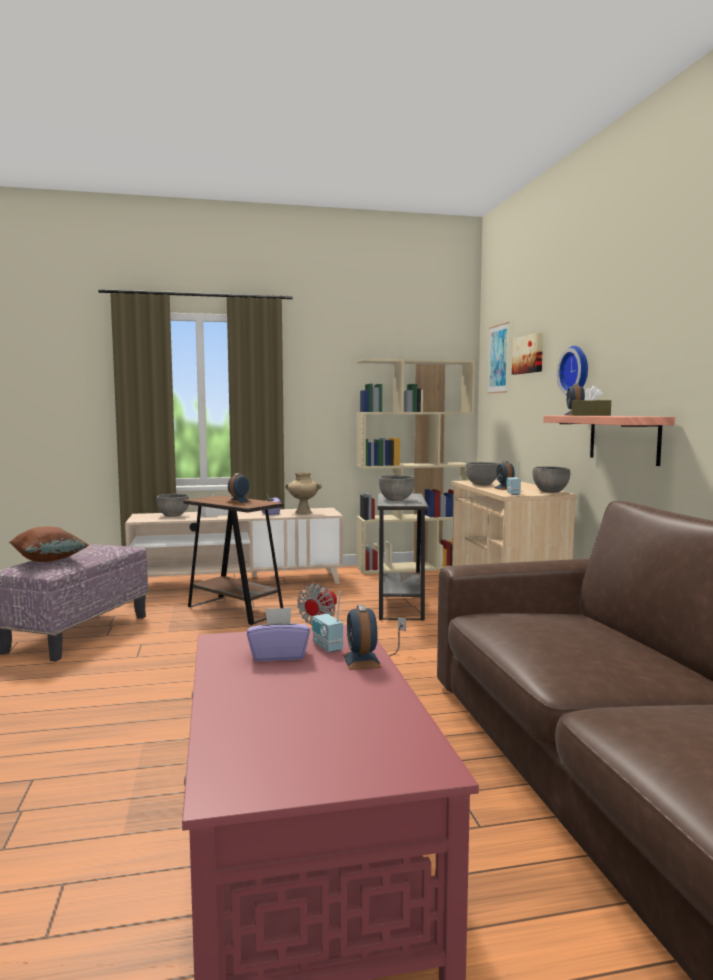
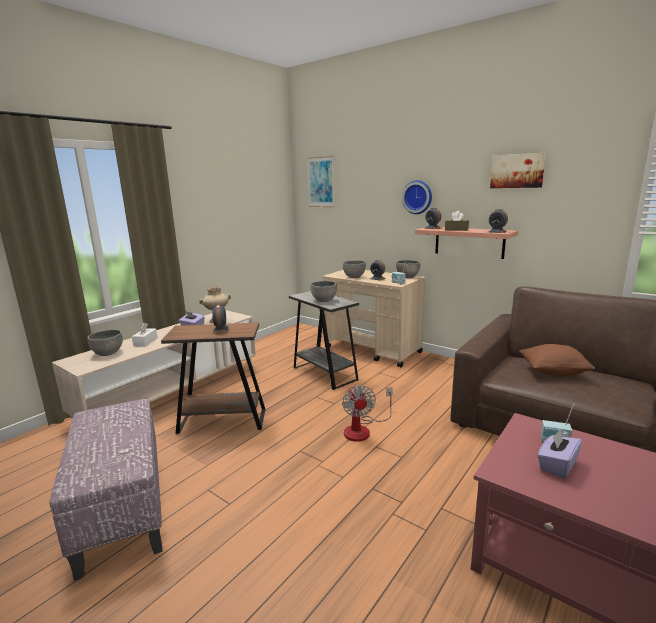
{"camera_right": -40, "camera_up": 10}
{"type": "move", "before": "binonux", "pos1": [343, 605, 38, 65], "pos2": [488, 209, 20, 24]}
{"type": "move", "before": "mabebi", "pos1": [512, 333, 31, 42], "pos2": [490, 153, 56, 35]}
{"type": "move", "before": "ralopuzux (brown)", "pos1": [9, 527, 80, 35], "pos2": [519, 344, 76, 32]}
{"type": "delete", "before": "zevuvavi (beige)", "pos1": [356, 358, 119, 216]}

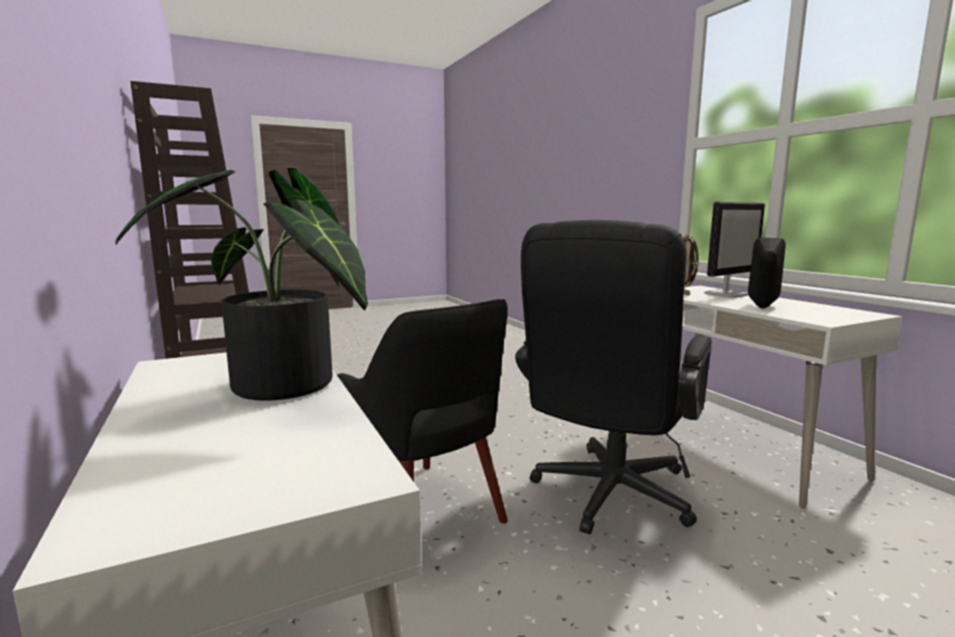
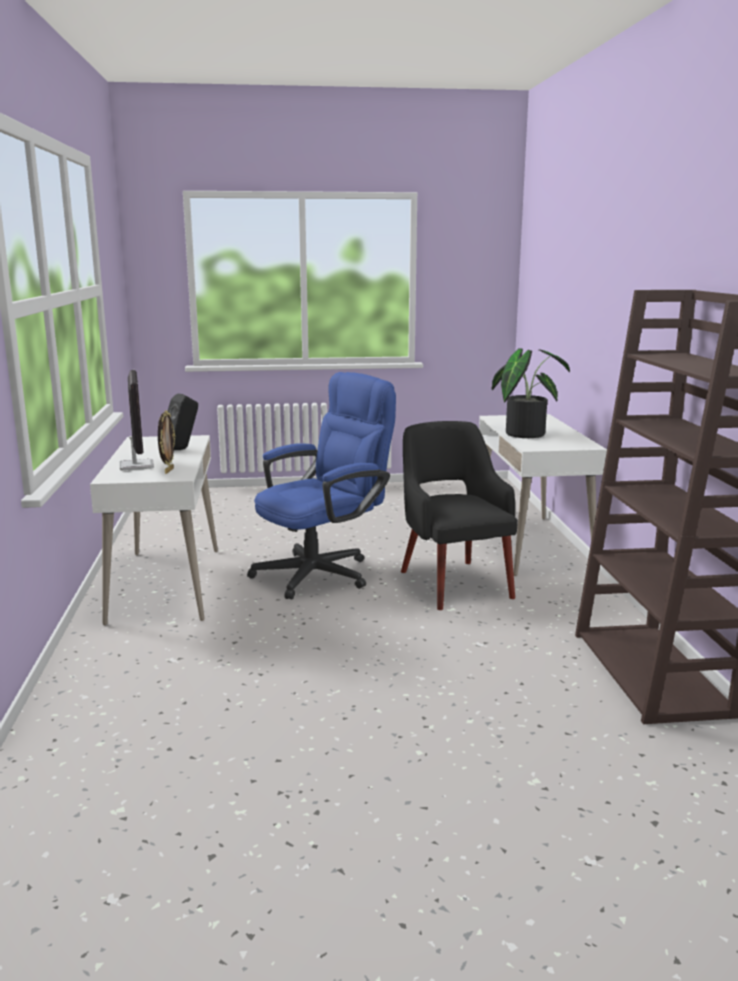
{"camera_right": -160, "camera_up": 5}
{"type": "rotate", "before": "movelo", "pos1": [704, 202, 61, 96], "pos2": [120, 370, 34, 101], "turn": 90}
{"type": "recolor", "before": "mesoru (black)", "after": "mesoru (blue)", "pos1": [515, 220, 197, 315], "pos2": [247, 372, 149, 228]}

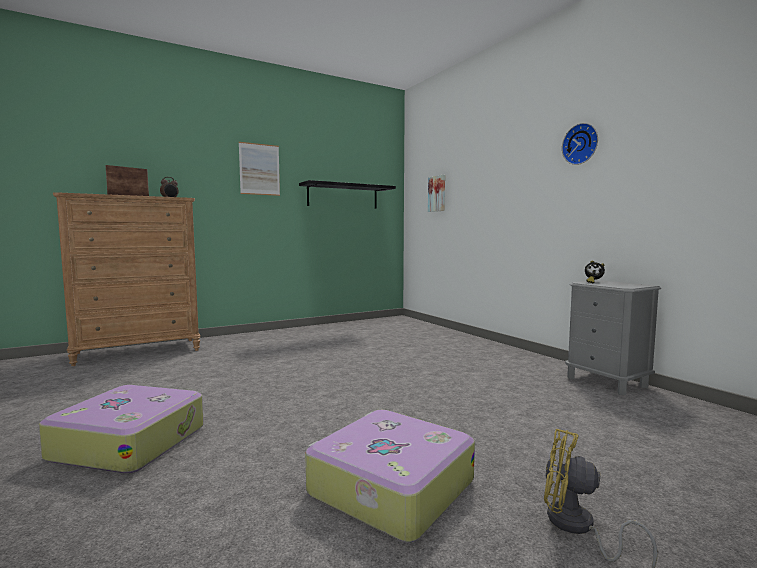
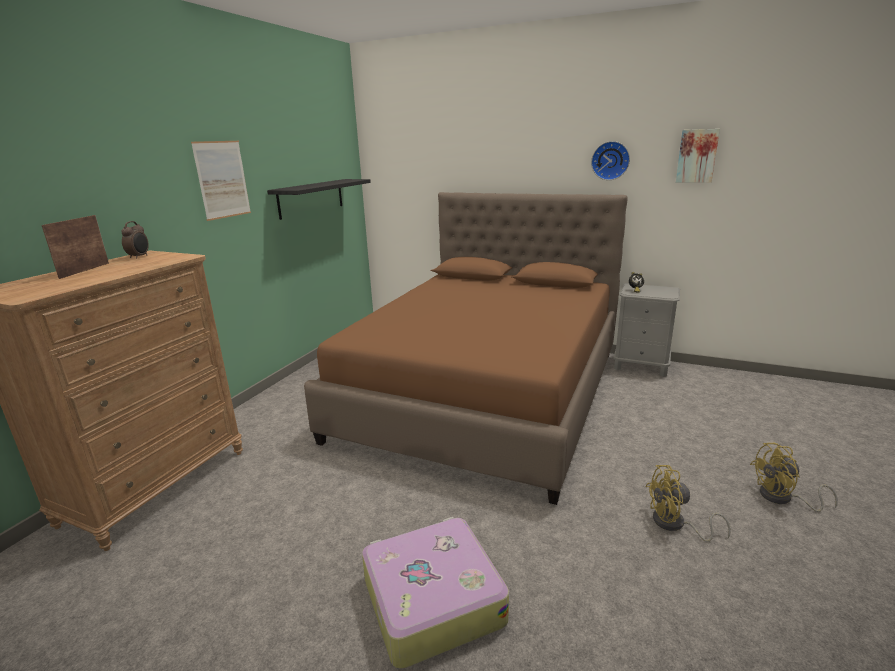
{"camera_right": -35, "camera_up": 15}
{"type": "insert", "after": "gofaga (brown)", "pos2": [304, 192, 324, 313]}
{"type": "replace", "before": "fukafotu", "after": "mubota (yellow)", "pos1": [305, 410, 170, 132], "pos2": [645, 465, 86, 77]}
{"type": "move", "before": "mabebi", "pos1": [428, 175, 17, 37], "pos2": [676, 129, 44, 54]}

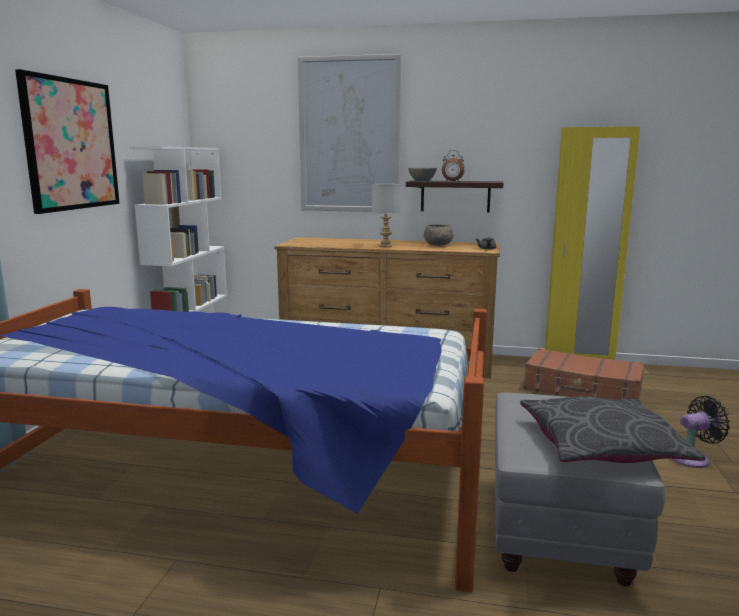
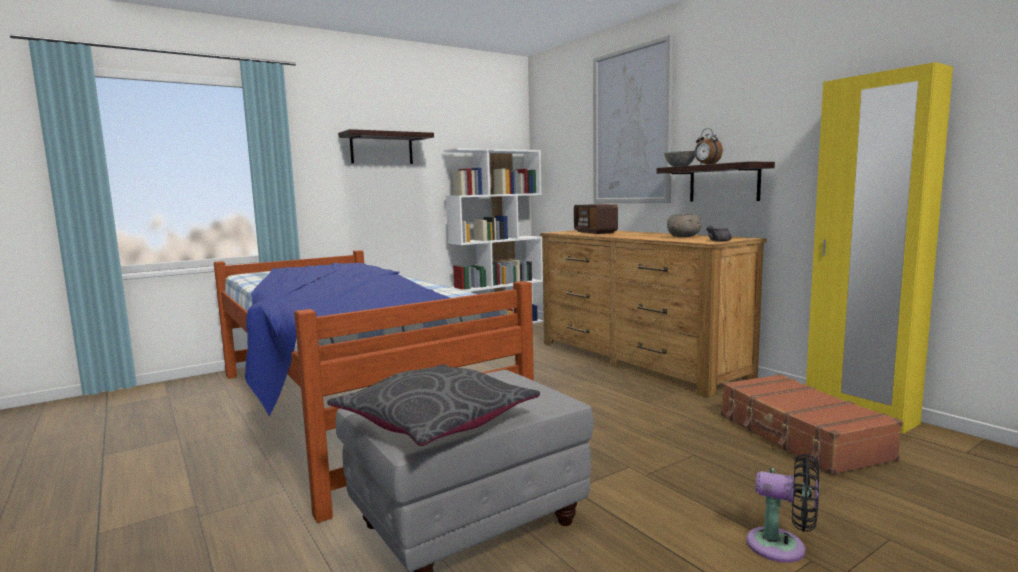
{"camera_right": 45, "camera_up": -5}
{"type": "replace", "before": "mabebi", "after": "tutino", "pos1": [15, 69, 105, 145], "pos2": [338, 129, 96, 35]}
{"type": "insert", "after": "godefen", "pos2": [574, 204, 44, 30]}
{"type": "delete", "before": "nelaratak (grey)", "pos1": [372, 184, 28, 63]}

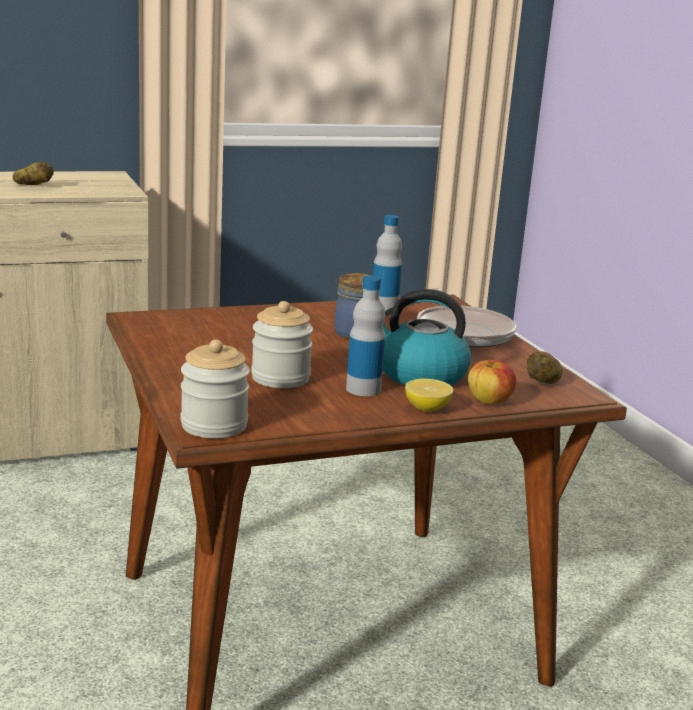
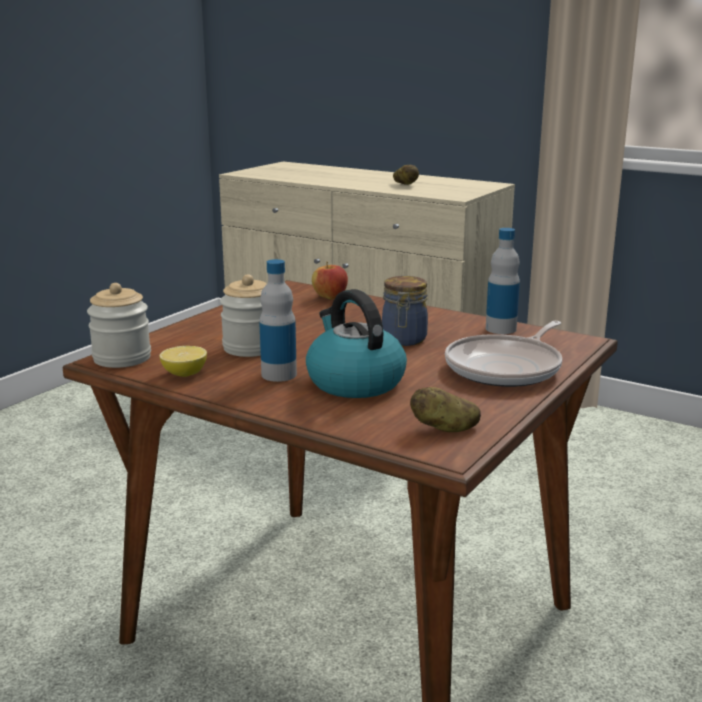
{"camera_right": 55, "camera_up": 0}
{"type": "move", "before": "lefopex", "pos1": [405, 379, 49, 33], "pos2": [159, 346, 48, 31]}
{"type": "move", "before": "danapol", "pos1": [468, 358, 48, 46], "pos2": [312, 262, 36, 37]}

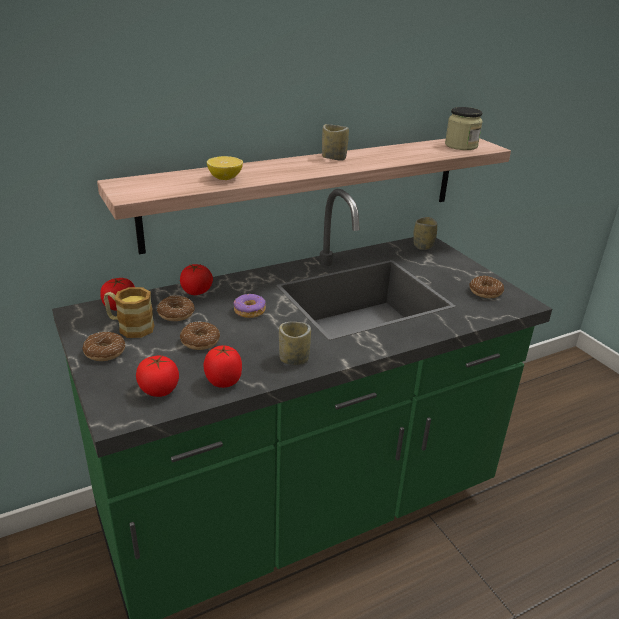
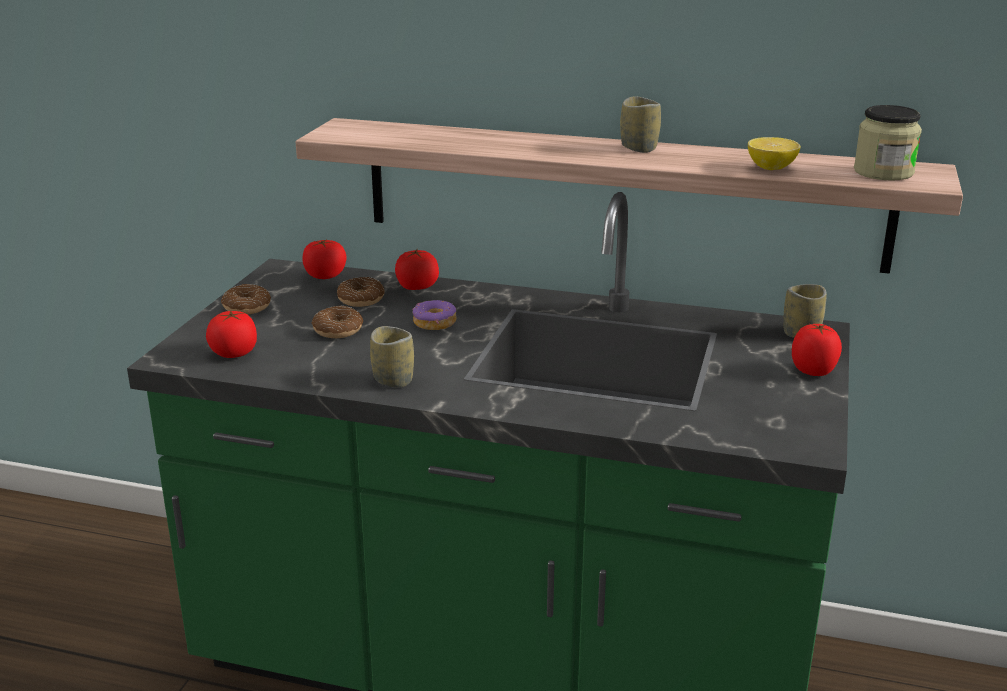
{"camera_right": 45, "camera_up": -5}
{"type": "move", "before": "lefopex", "pos1": [207, 156, 36, 24], "pos2": [748, 137, 53, 33]}
{"type": "move", "before": "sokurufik", "pos1": [203, 345, 39, 43], "pos2": [792, 324, 50, 52]}
{"type": "delete", "before": "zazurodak", "pos1": [104, 287, 50, 51]}
{"type": "delete", "before": "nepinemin", "pos1": [469, 276, 35, 22]}

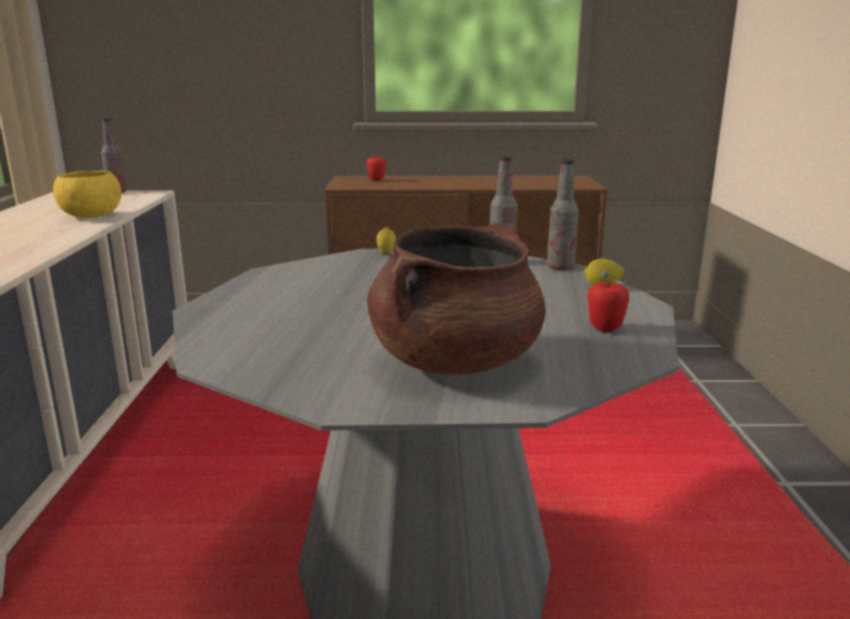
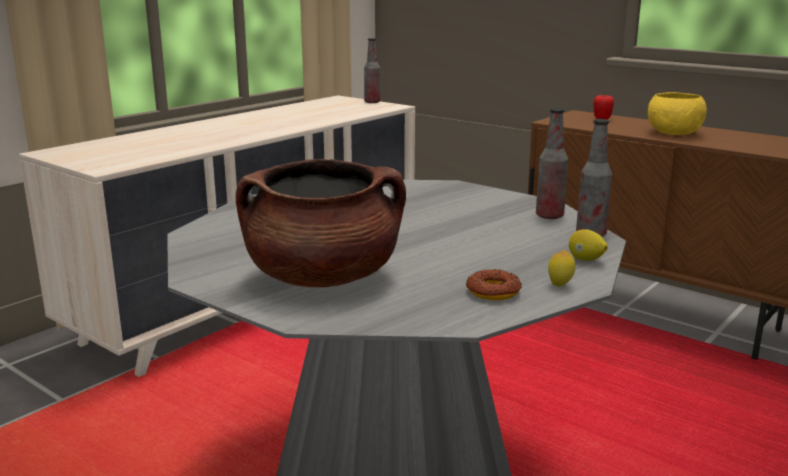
{"camera_right": 40, "camera_up": 0}
{"type": "replace", "before": "danapol", "after": "nepinemin", "pos1": [587, 281, 42, 51], "pos2": [466, 269, 56, 31]}
{"type": "move", "before": "lefopex", "pos1": [376, 227, 20, 27], "pos2": [548, 250, 28, 36]}
{"type": "move", "before": "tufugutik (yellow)", "pos1": [53, 171, 68, 47], "pos2": [648, 92, 59, 43]}

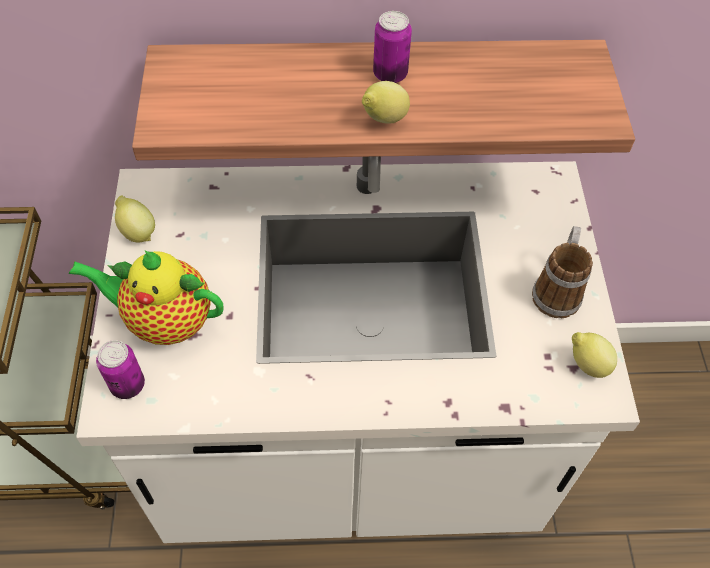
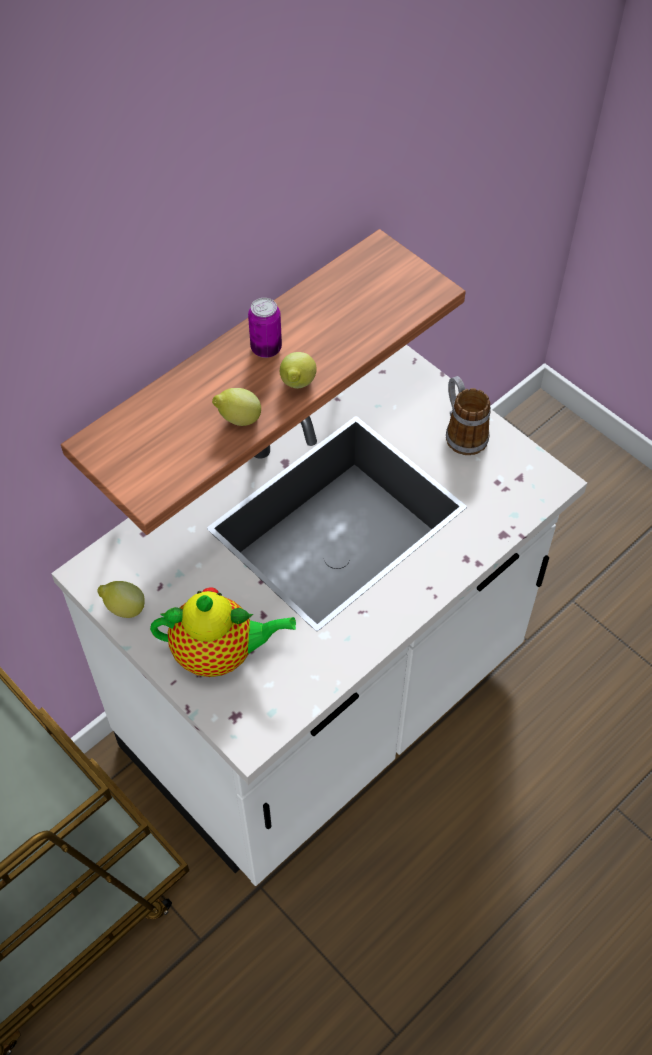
{"camera_right": -40, "camera_up": 0}
{"type": "rotate", "before": "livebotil", "pos1": [69, 250, 154, 95], "pos2": [150, 587, 146, 90], "turn": -150}
{"type": "move", "before": "lefopex", "pos1": [572, 332, 45, 46], "pos2": [212, 388, 49, 38]}
{"type": "delete", "before": "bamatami", "pos1": [96, 340, 49, 59]}

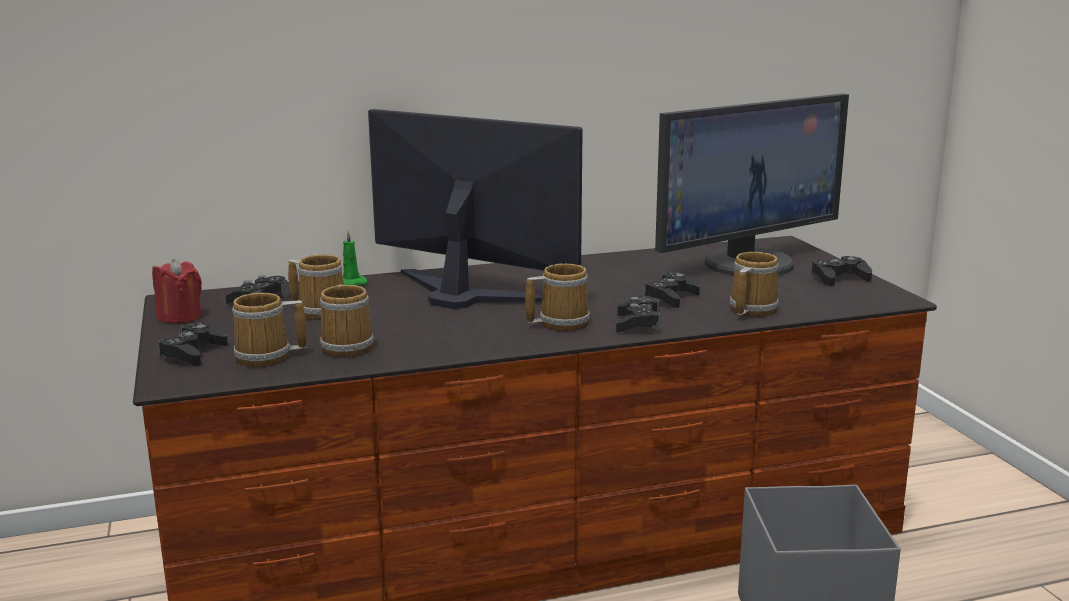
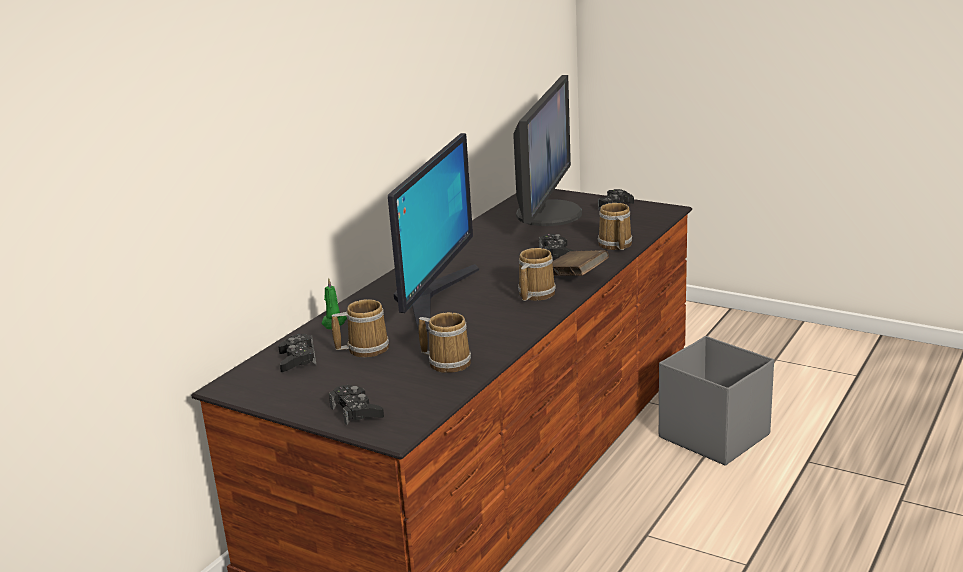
{"camera_right": -40, "camera_up": 5}
{"type": "rotate", "before": "movelo", "pos1": [368, 109, 215, 200], "pos2": [388, 133, 91, 201], "turn": 120}
{"type": "replace", "before": "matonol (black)", "after": "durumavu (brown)", "pos1": [616, 296, 44, 36], "pos2": [552, 250, 57, 26]}
{"type": "delete", "before": "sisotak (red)", "pos1": [152, 259, 50, 65]}
{"type": "delete", "before": "zazurodak", "pos1": [232, 293, 75, 74]}

